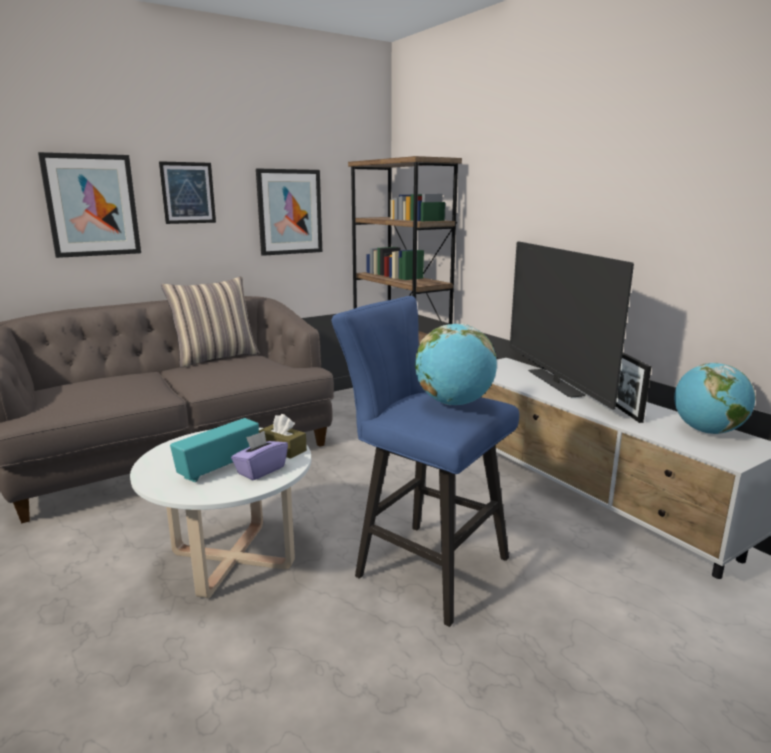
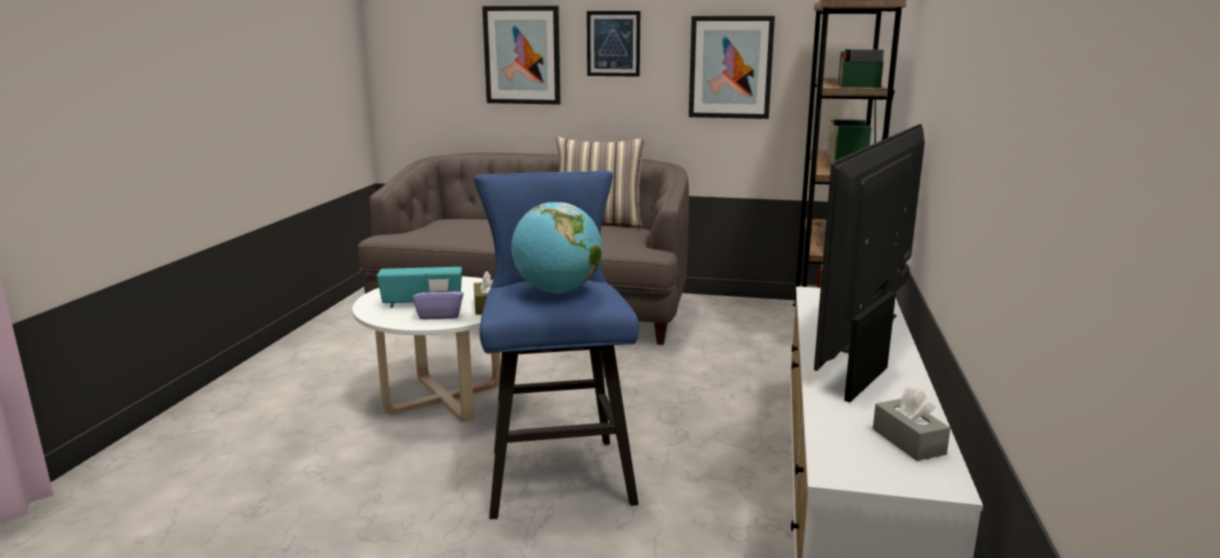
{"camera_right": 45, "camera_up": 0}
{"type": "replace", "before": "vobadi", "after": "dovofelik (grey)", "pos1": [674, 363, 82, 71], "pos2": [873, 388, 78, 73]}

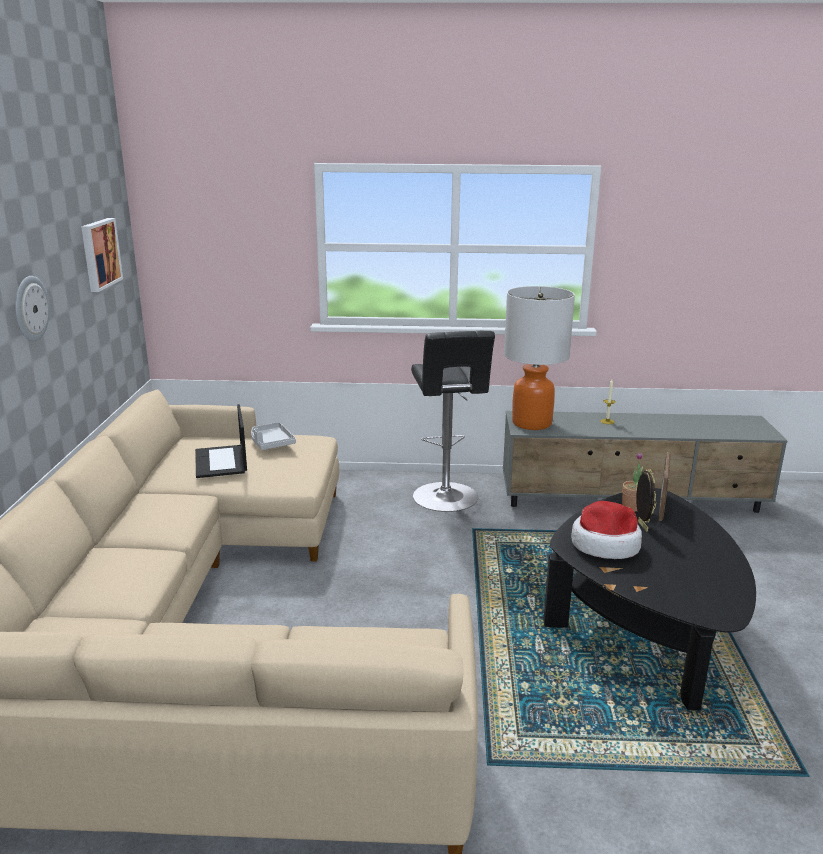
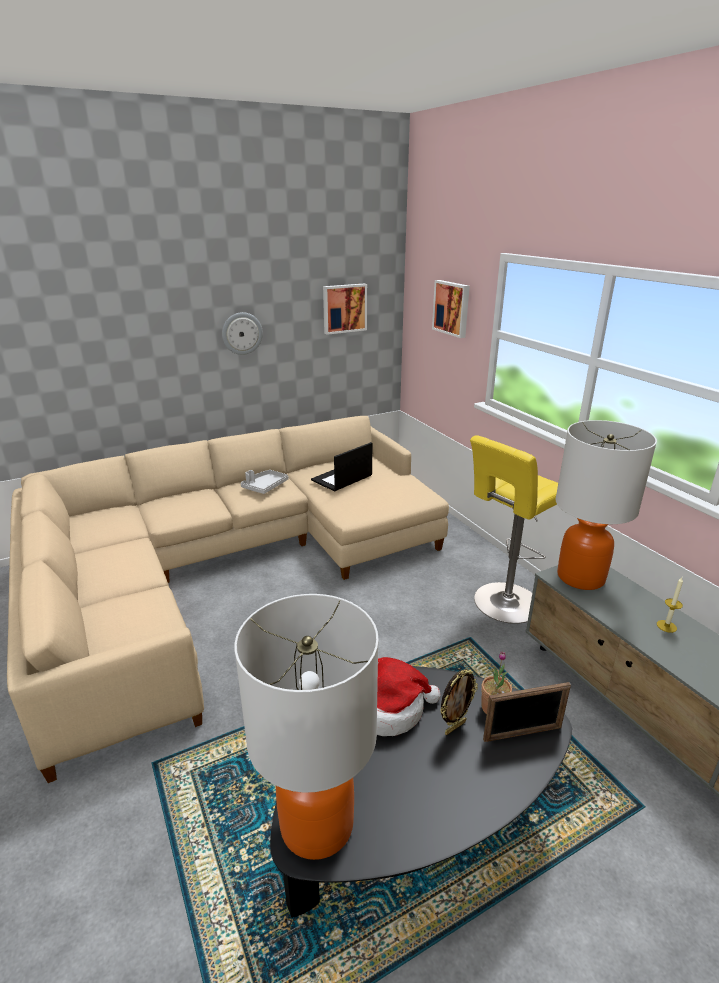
{"camera_right": 60, "camera_up": 5}
{"type": "insert", "after": "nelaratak", "pos2": [234, 594, 145, 266]}
{"type": "move", "before": "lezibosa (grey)", "pos1": [251, 422, 45, 28], "pos2": [241, 470, 47, 24]}
{"type": "insert", "after": "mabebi", "pos2": [432, 280, 38, 58]}
{"type": "recolor", "before": "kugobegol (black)", "after": "kugobegol (yellow)", "pos1": [411, 331, 84, 181], "pos2": [470, 435, 88, 189]}

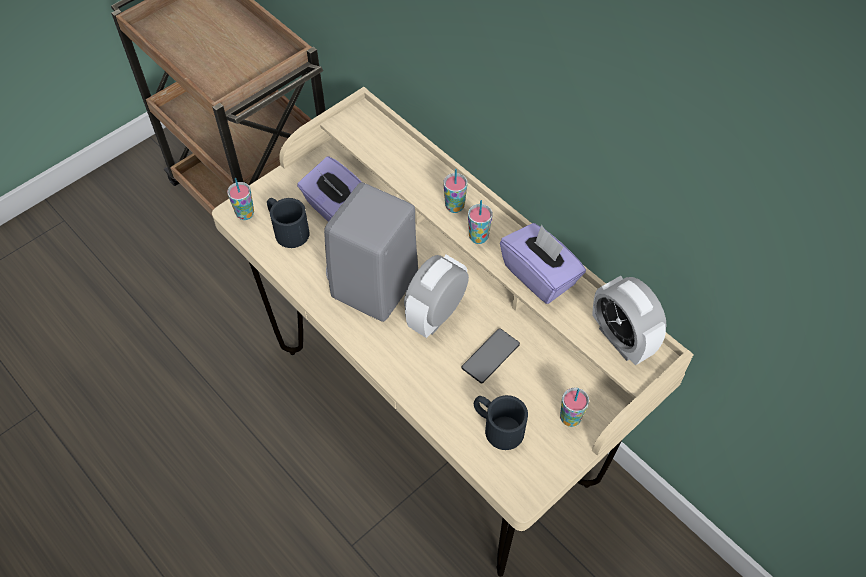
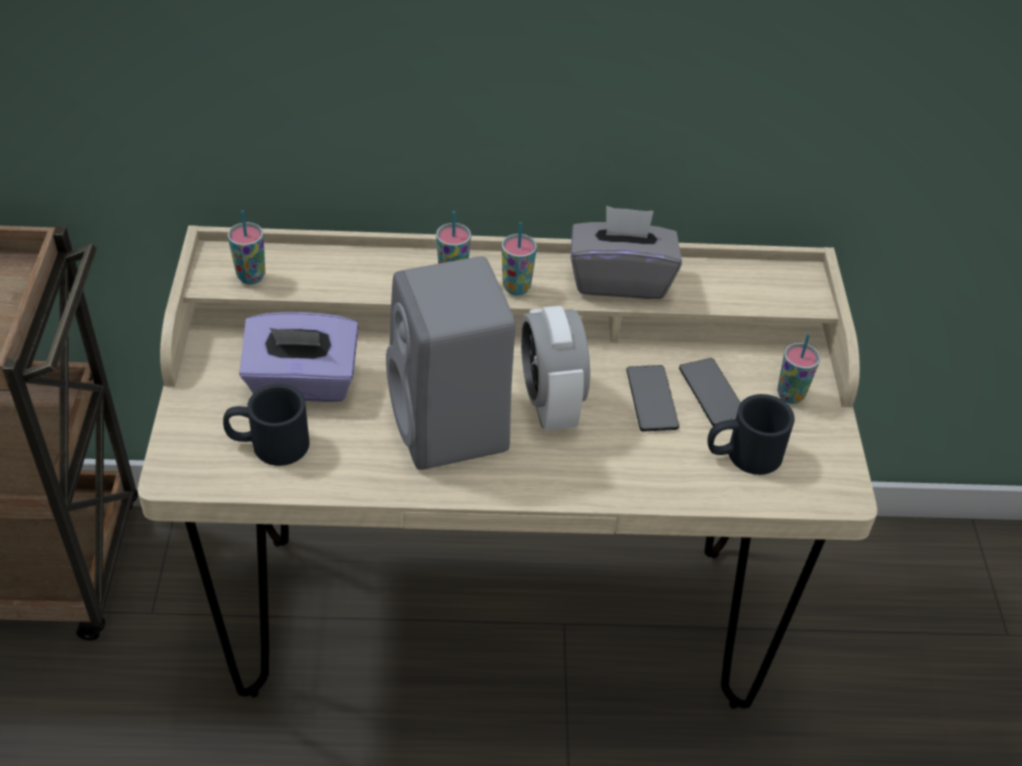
{"camera_right": -50, "camera_up": -10}
{"type": "move", "before": "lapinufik", "pos1": [227, 178, 27, 42], "pos2": [228, 210, 37, 75]}
{"type": "recolor", "before": "dovofelik (purple)", "after": "dovofelik (grey)", "pos1": [500, 223, 86, 81], "pos2": [571, 206, 111, 93]}
{"type": "insert", "after": "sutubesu", "pos2": [679, 358, 62, 68]}
{"type": "delete", "before": "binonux", "pos1": [592, 276, 75, 89]}

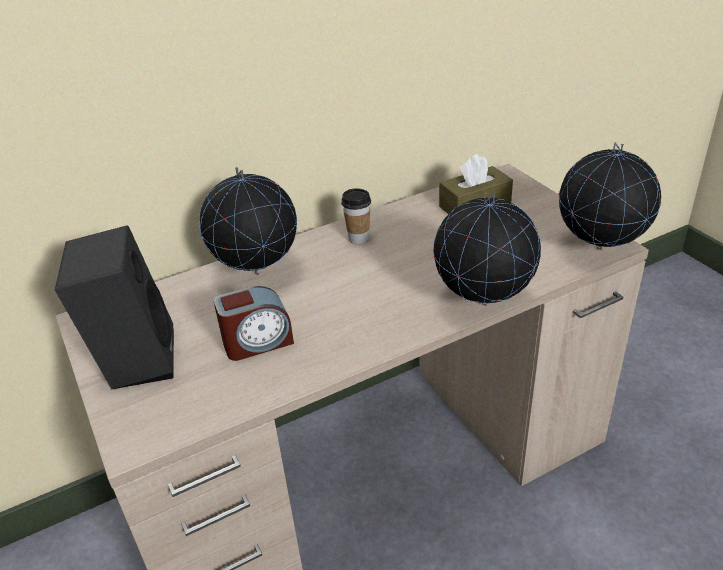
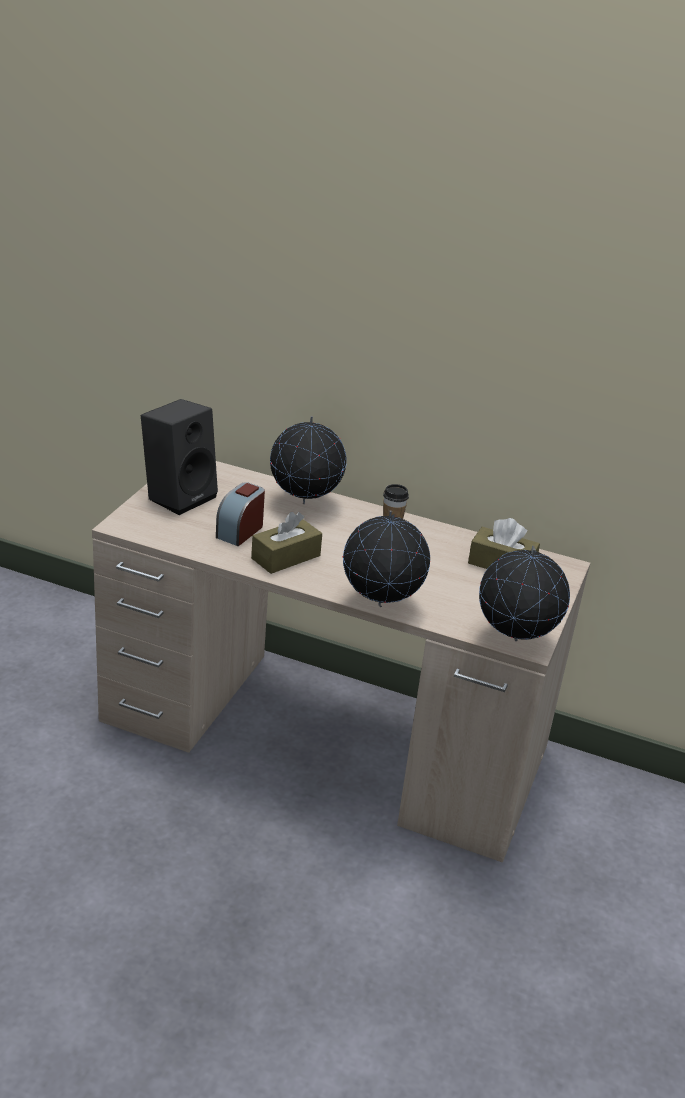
{"camera_right": 45, "camera_up": -5}
{"type": "rotate", "before": "binonux", "pos1": [214, 286, 80, 75], "pos2": [216, 482, 49, 64], "turn": 90}
{"type": "insert", "after": "dovofelik (brown)", "pos2": [251, 512, 71, 62]}

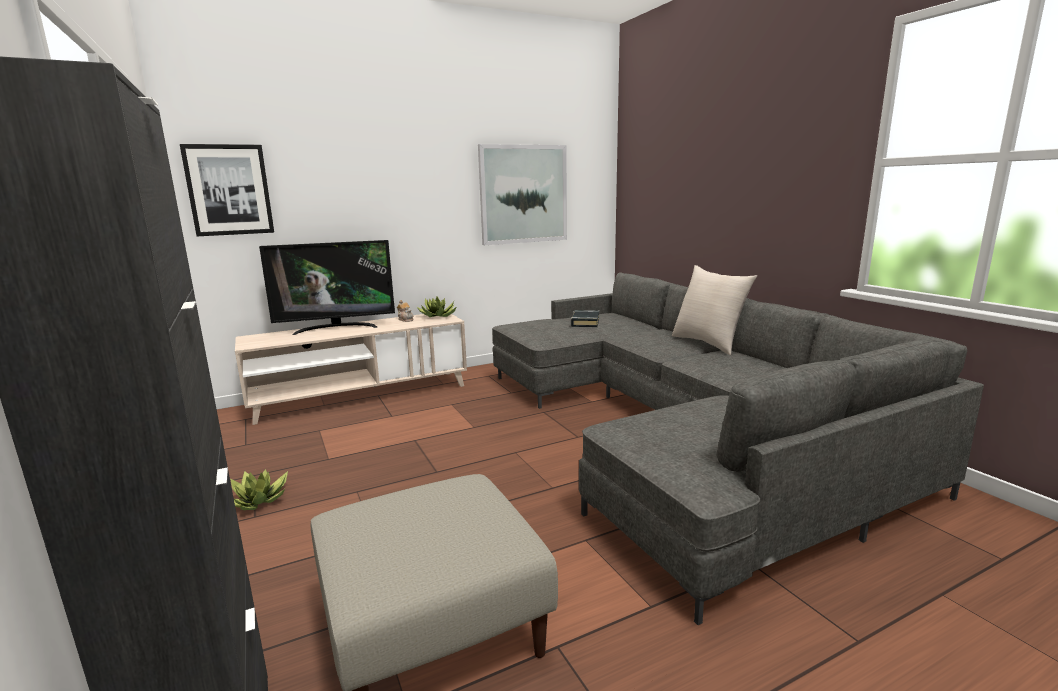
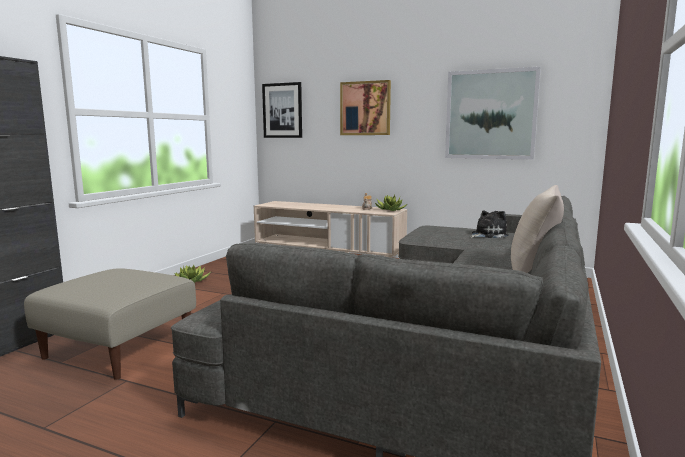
{"camera_right": 50, "camera_up": -5}
{"type": "insert", "after": "mabebi", "pos2": [340, 80, 51, 55]}
{"type": "replace", "before": "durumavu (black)", "after": "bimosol", "pos1": [571, 310, 28, 17], "pos2": [470, 211, 39, 27]}
{"type": "delete", "before": "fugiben", "pos1": [259, 240, 136, 95]}

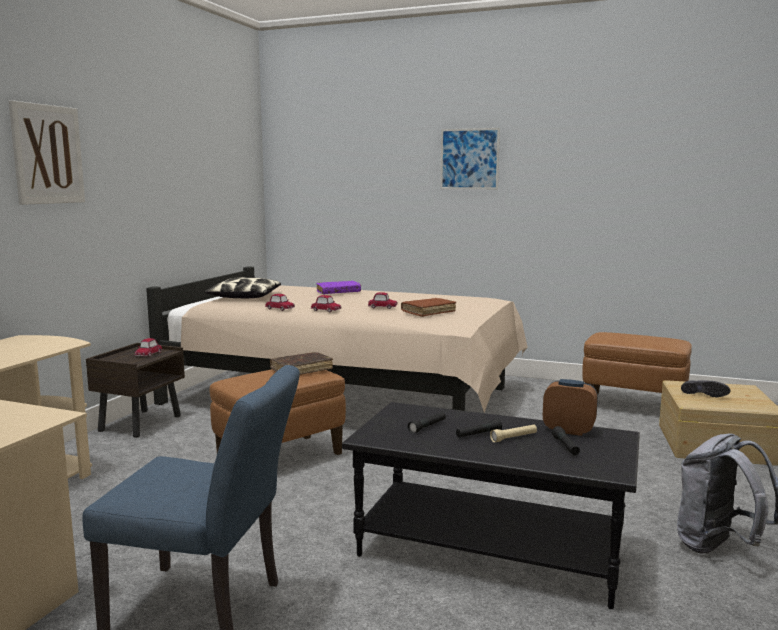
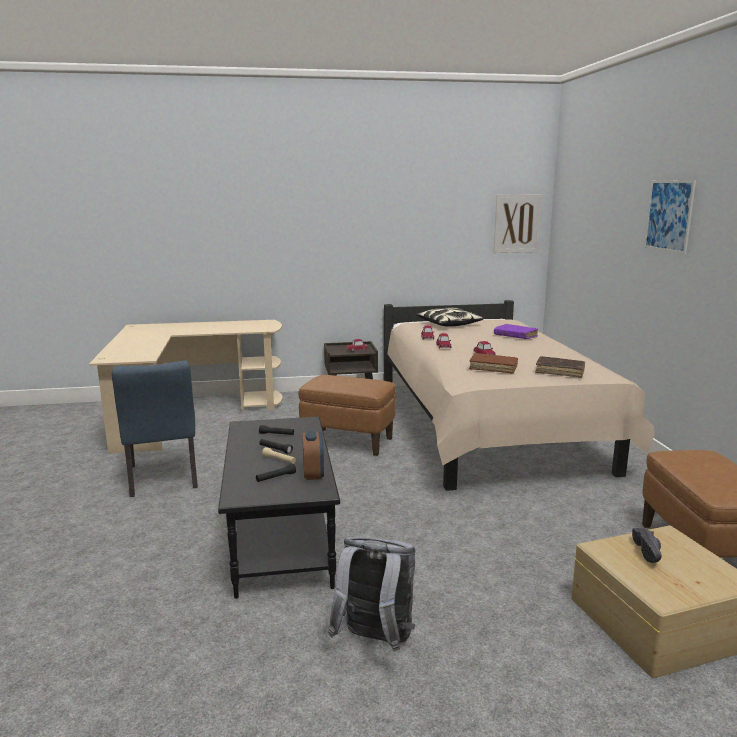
{"camera_right": 60, "camera_up": 5}
{"type": "move", "before": "mabebi", "pos1": [9, 100, 76, 105], "pos2": [494, 194, 49, 59]}
{"type": "move", "before": "durumavu (brown)", "pos1": [270, 352, 63, 23], "pos2": [535, 356, 50, 22]}

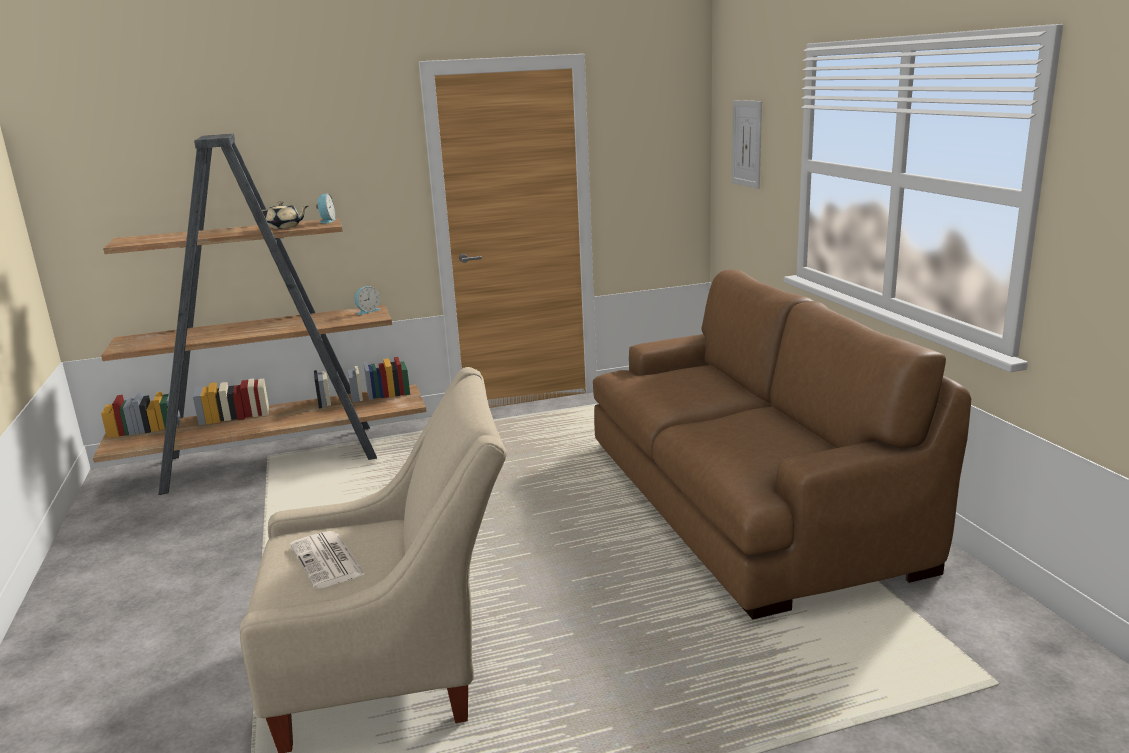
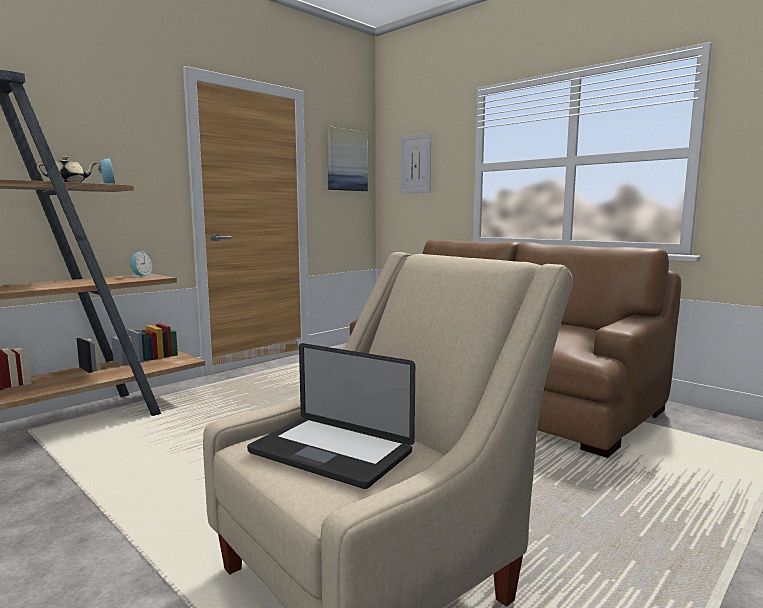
{"camera_right": -30, "camera_up": -10}
{"type": "replace", "before": "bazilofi", "after": "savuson", "pos1": [290, 531, 76, 58], "pos2": [247, 343, 168, 146]}
{"type": "insert", "after": "mabebi", "pos2": [327, 127, 41, 64]}

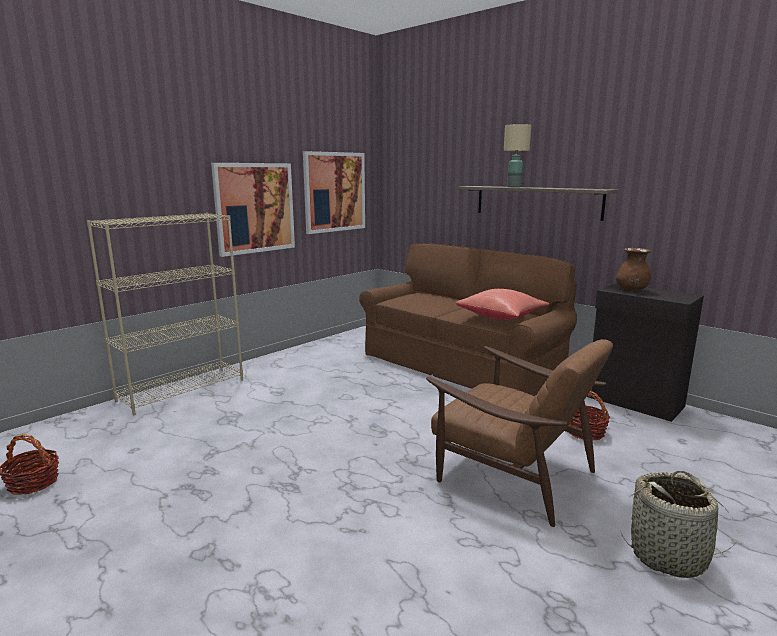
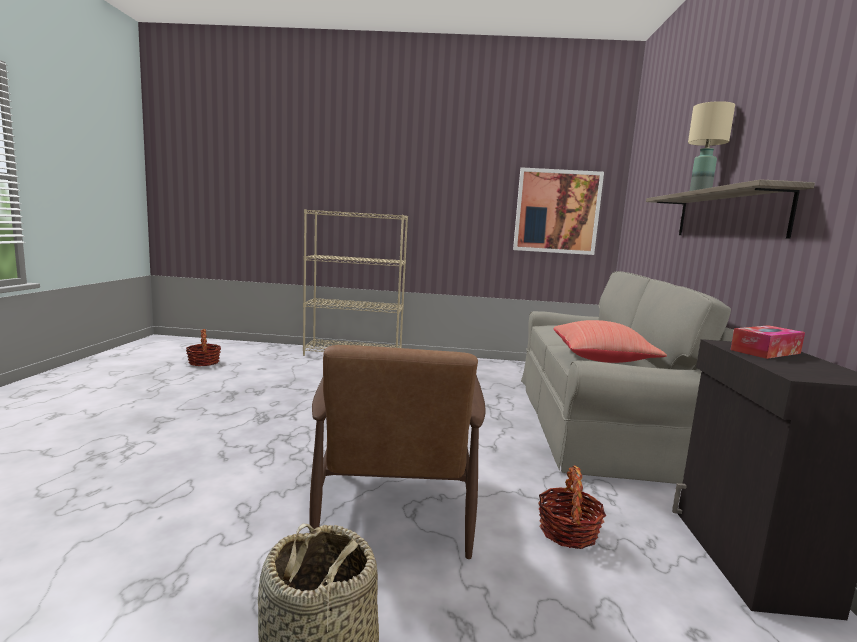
{"camera_right": 50, "camera_up": -5}
{"type": "recolor", "before": "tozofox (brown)", "after": "tozofox (grey)", "pos1": [359, 243, 218, 153], "pos2": [521, 271, 213, 213]}
{"type": "replace", "before": "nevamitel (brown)", "after": "dovofelik", "pos1": [616, 248, 35, 43], "pos2": [730, 325, 75, 34]}
{"type": "delete", "before": "mabebi", "pos1": [211, 163, 84, 94]}

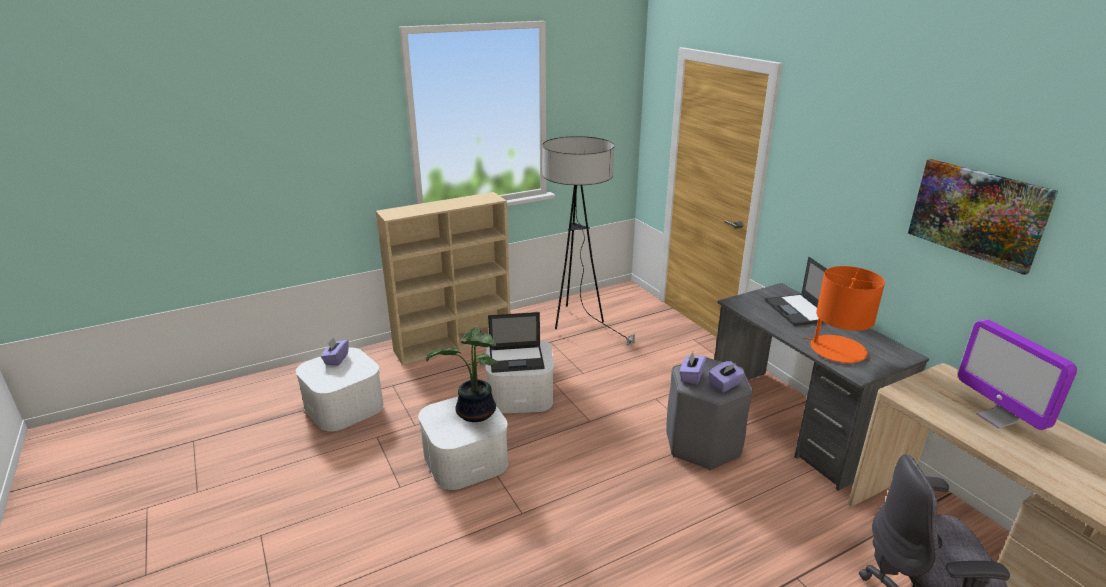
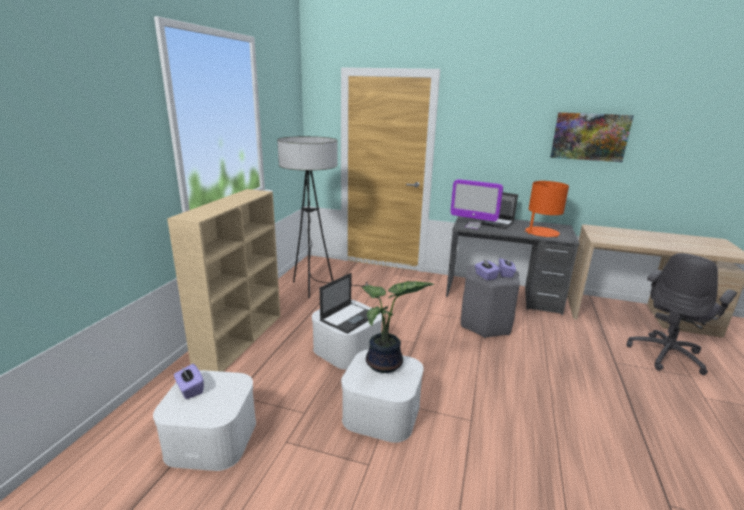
{"camera_right": -45, "camera_up": -5}
{"type": "move", "before": "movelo", "pos1": [958, 319, 119, 111], "pos2": [450, 179, 53, 50]}

